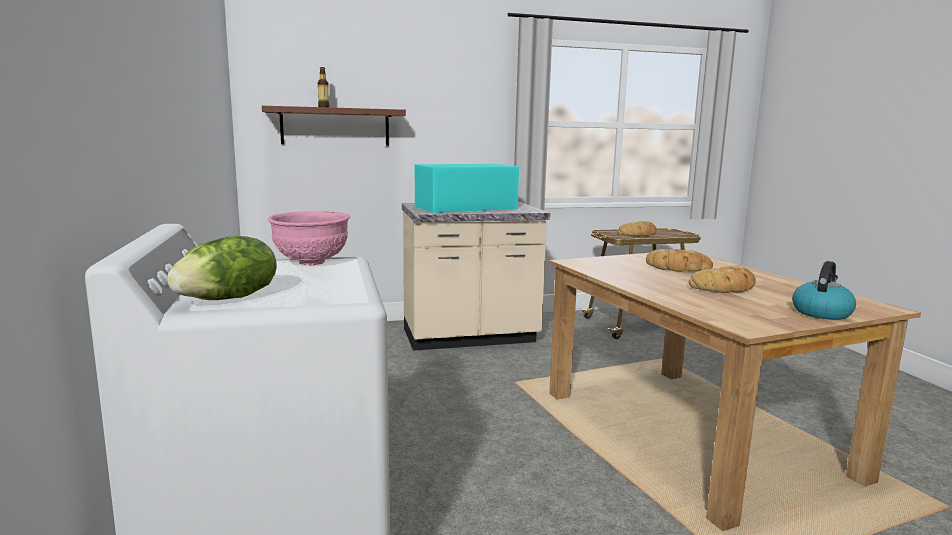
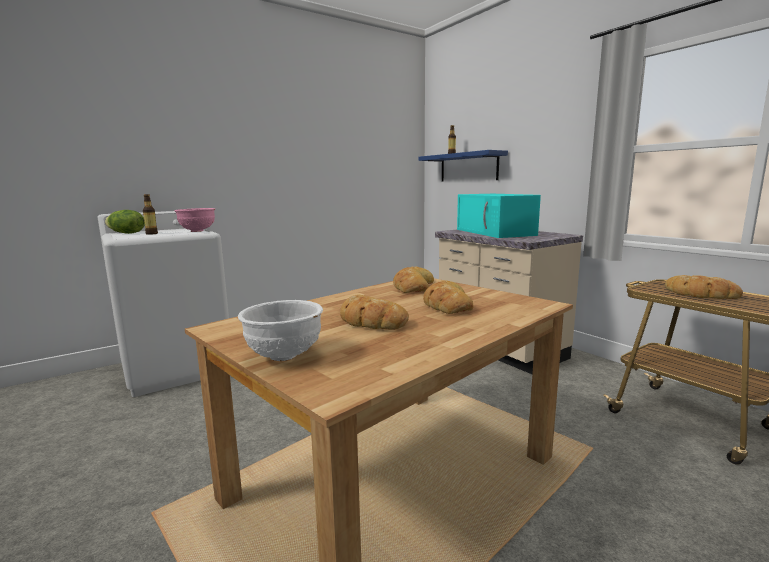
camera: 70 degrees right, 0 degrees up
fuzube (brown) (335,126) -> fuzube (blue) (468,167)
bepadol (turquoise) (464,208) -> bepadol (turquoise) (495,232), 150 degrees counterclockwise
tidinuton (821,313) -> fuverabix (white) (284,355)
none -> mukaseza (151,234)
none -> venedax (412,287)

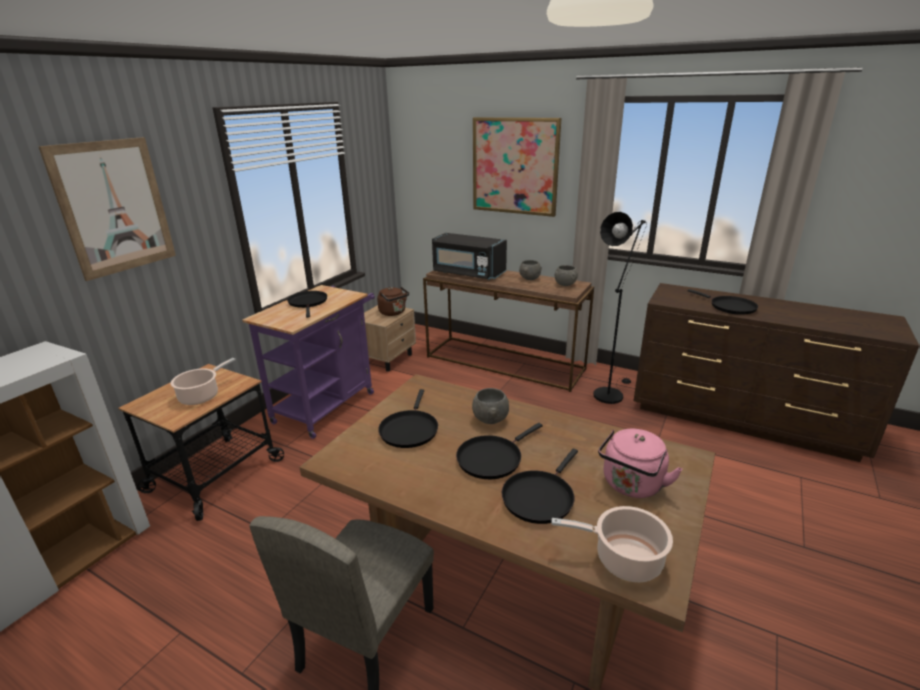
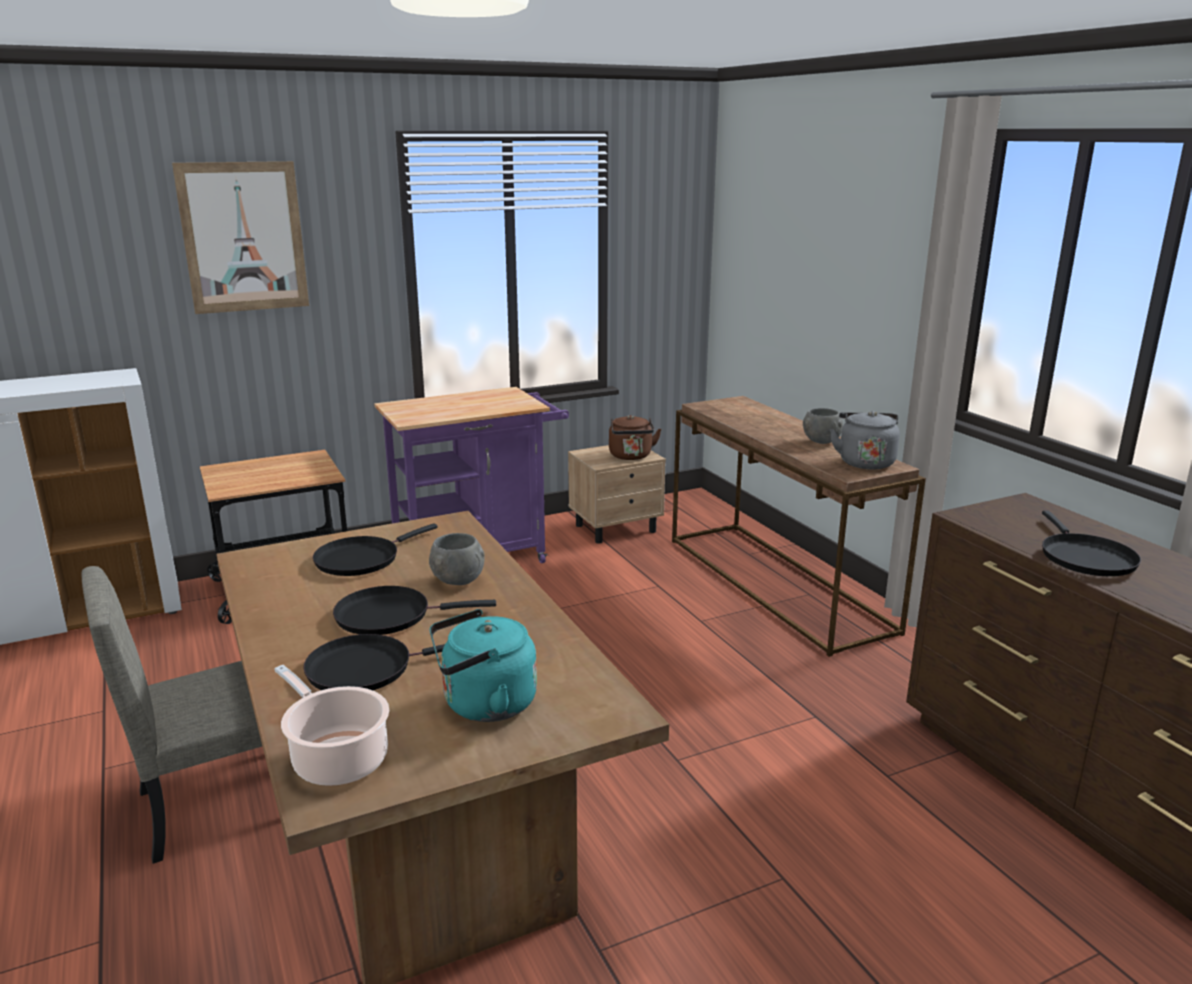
camera: 35 degrees right, 5 degrees down
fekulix (201,396) -> none
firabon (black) (308,303) -> none
bepadol (black) (468,273) -> none
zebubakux (515,166) -> none
fuverabix (grey) (565,285) -> tidinuton (grey) (865,462)
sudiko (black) (609,393) -> none
tidinuton (pink) (631,486) -> tidinuton (turquoise) (484,705)

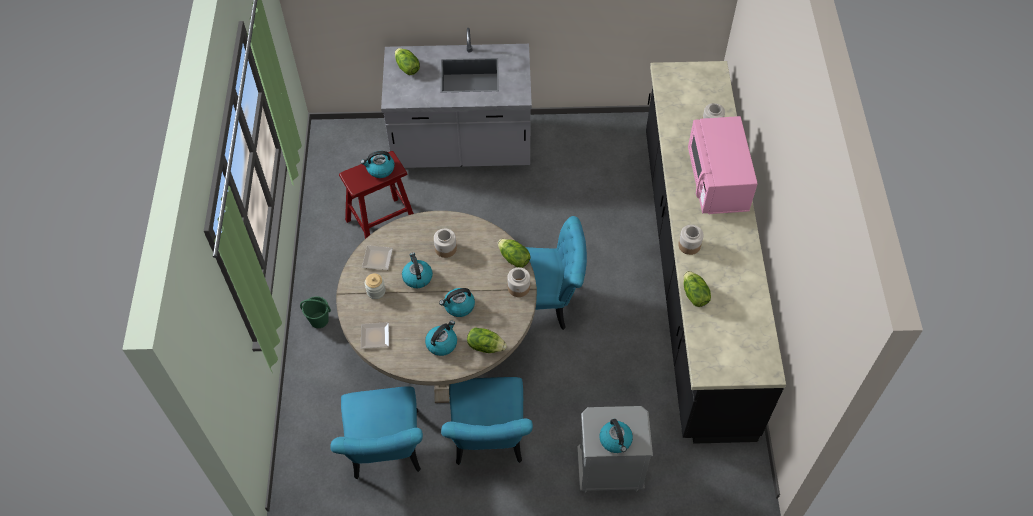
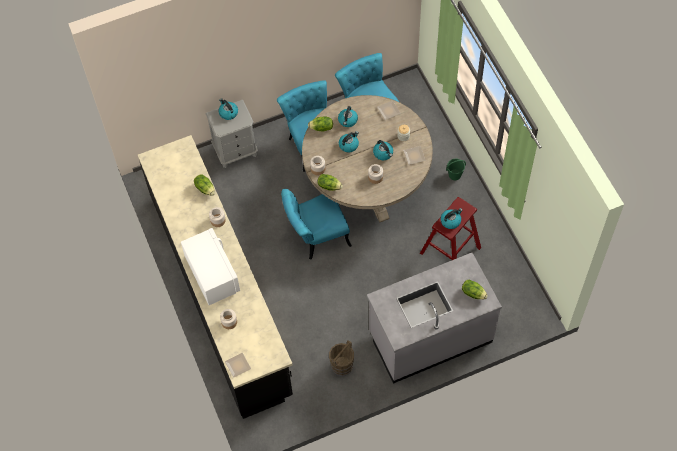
camera: 160 degrees right, 5 degrees up
bepadol (pink) (717,181) -> bepadol (white) (212,275)
none -> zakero (237,365)
none -> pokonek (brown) (341,366)

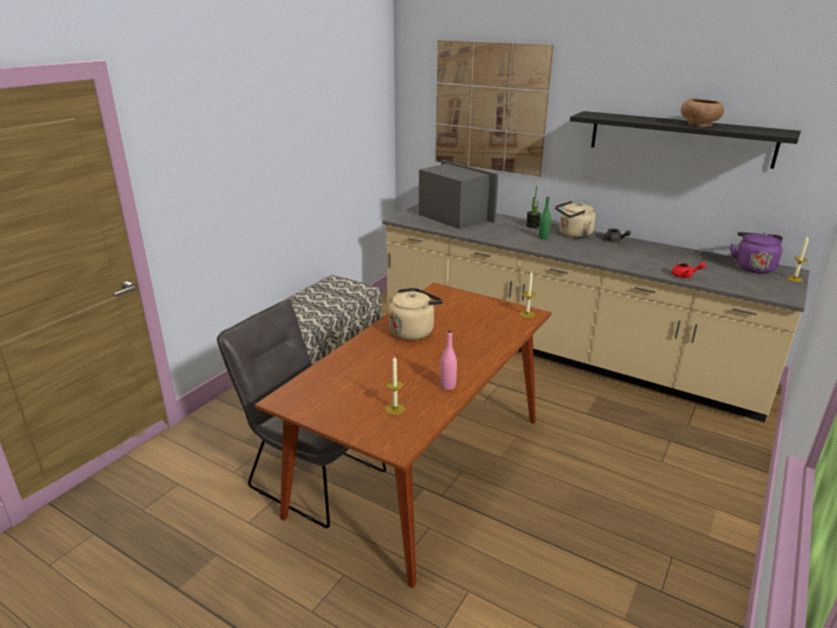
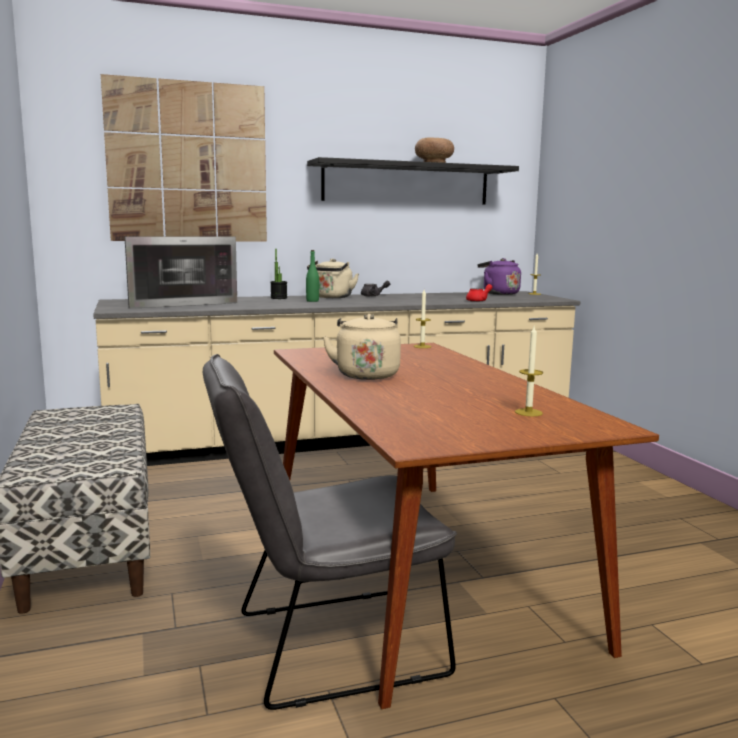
camera: 50 degrees left, 15 degrees down
bepadol (453,217) -> bepadol (177,302), 150 degrees clockwise
mukaseza (pink) (447,386) -> none

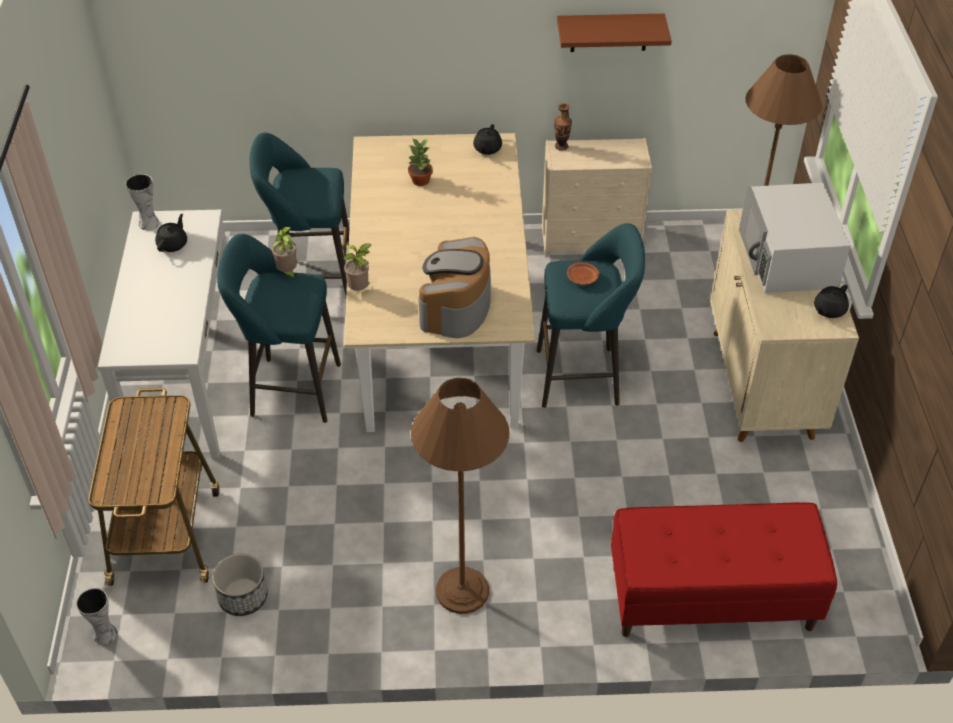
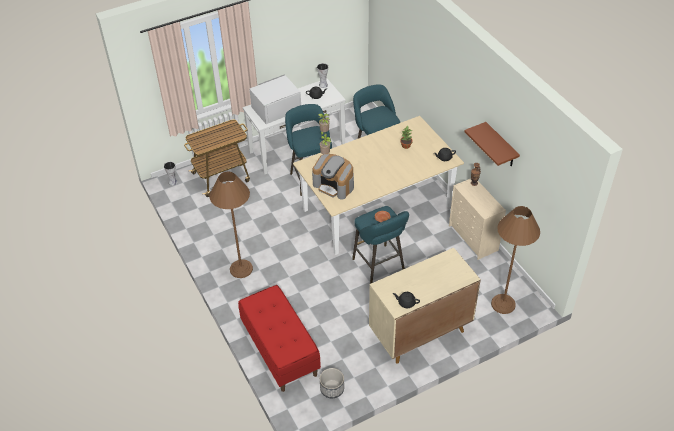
camera: 65 degrees right, 0 degrees up
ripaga (242,597) -> ripaga (332,389), shifted
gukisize (455,307) -> gukisize (334,185), 135 degrees counterclockwise
bepadol (white) (788,259) -> bepadol (white) (275,108), shifted

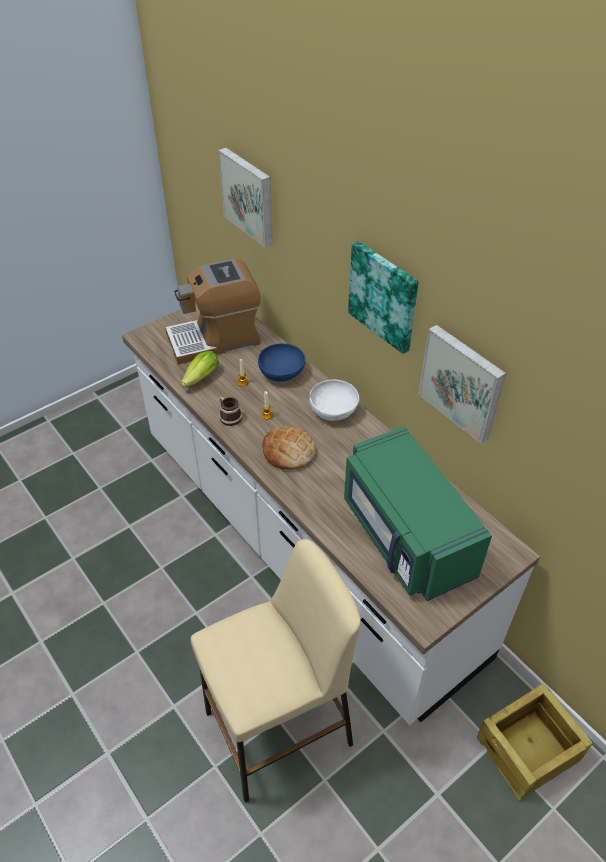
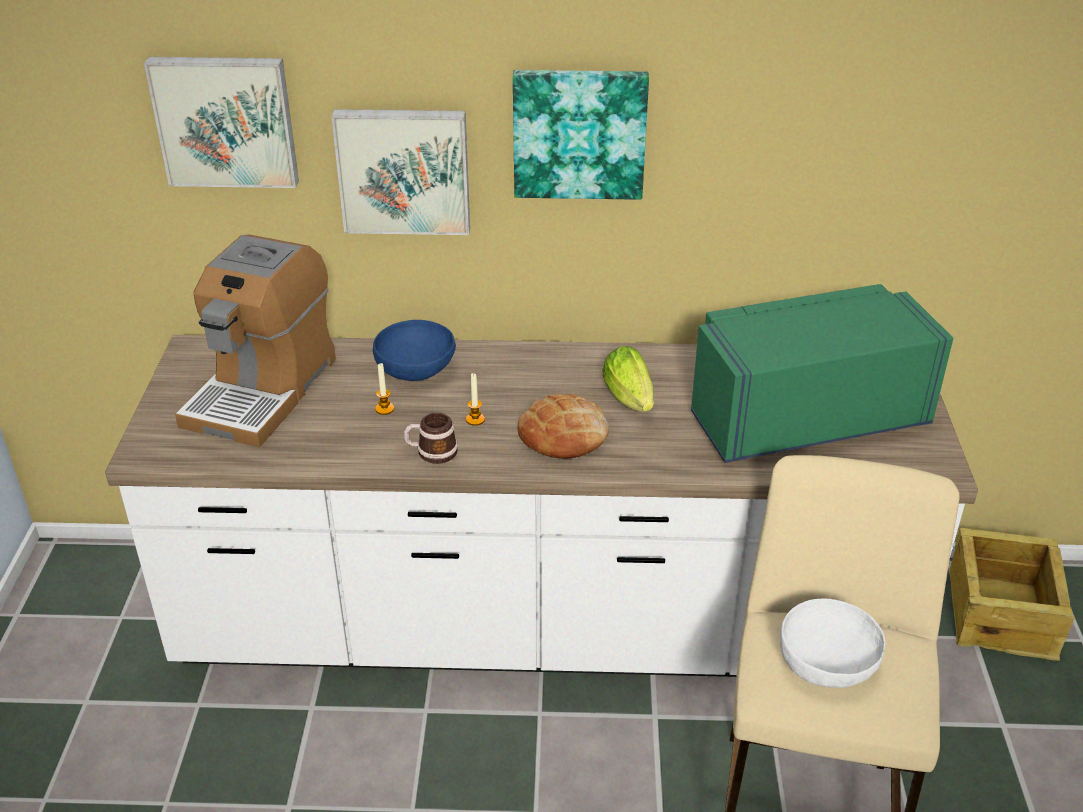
camera: 50 degrees left, 10 degrees down
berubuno (199,379) -> berubuno (630,399), shifted
fuverabix (white) (334,411) -> fuverabix (white) (827,664), shifted
bepadol (green) (405,536) -> bepadol (green) (804,418), 150 degrees clockwise
zebubakux (462,382) -> zebubakux (404,170), shifted

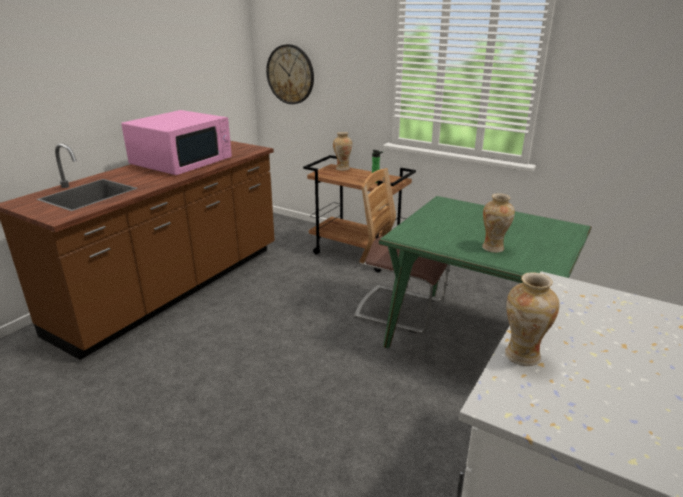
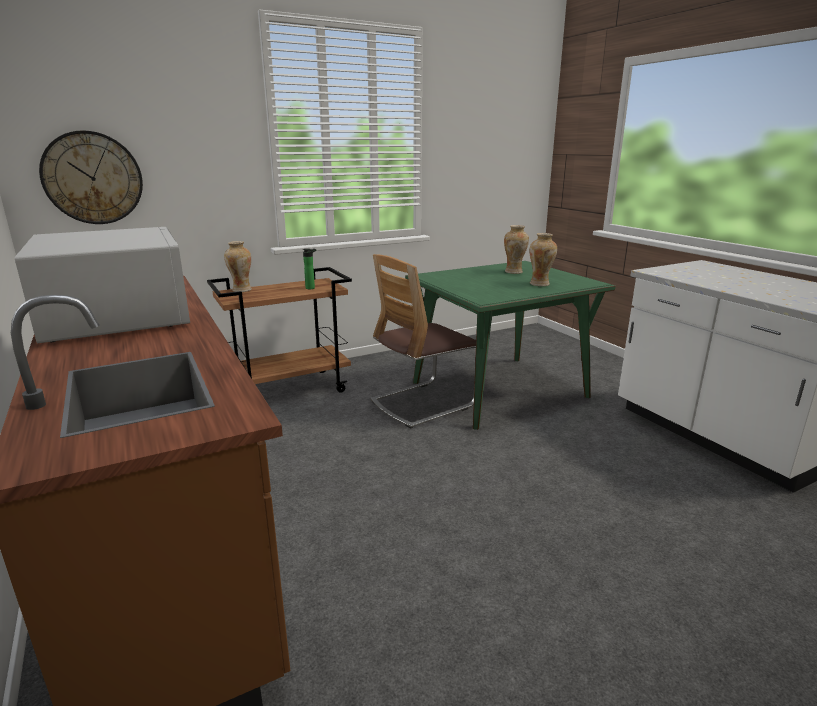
camera: 60 degrees left, 5 degrees down
bepadol (pink) (182,161) -> bepadol (white) (118,316)
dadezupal (522,356) -> dadezupal (514,272), shifted

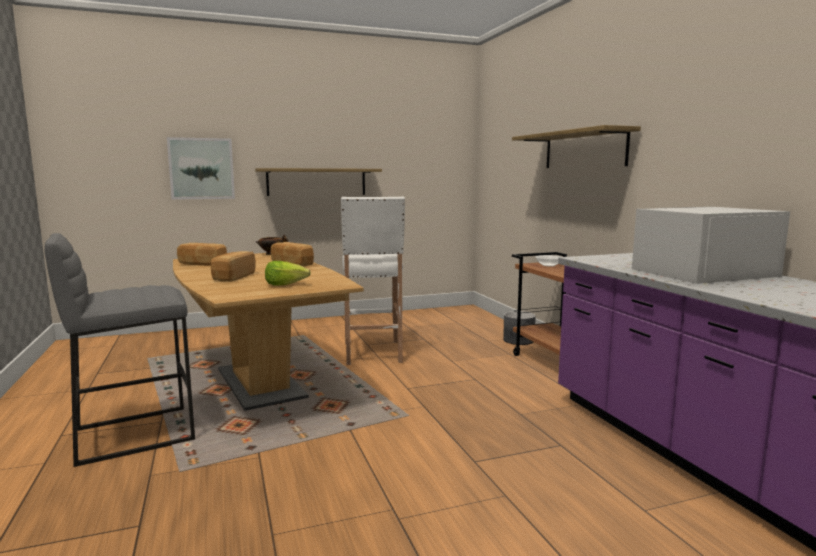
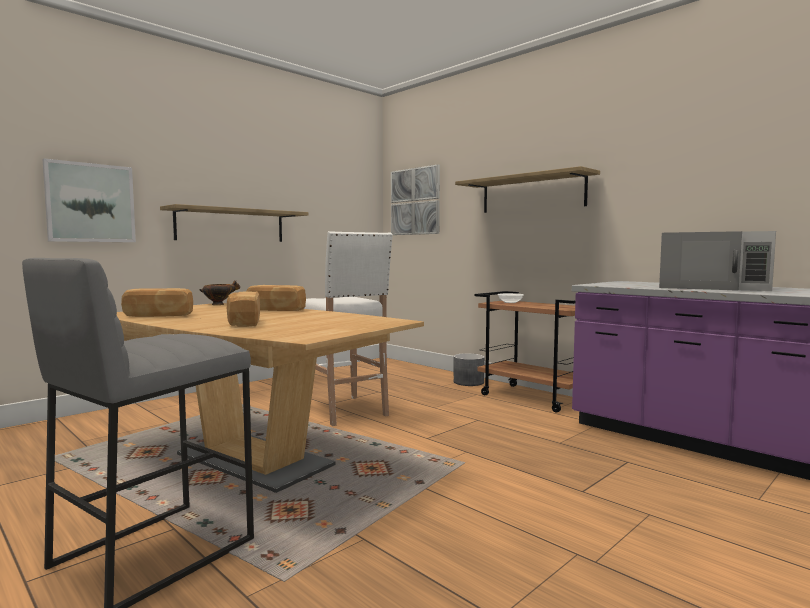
camera: 25 degrees left, 5 degrees down
berubuno (286,284) -> none
bepadol (white) (702,272) -> bepadol (white) (714,287), 105 degrees counterclockwise
none -> zebubakux (415,201)

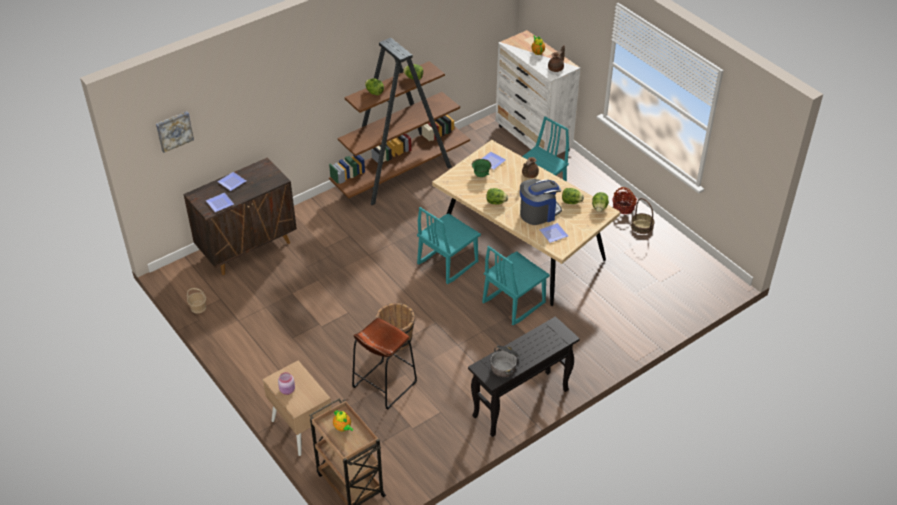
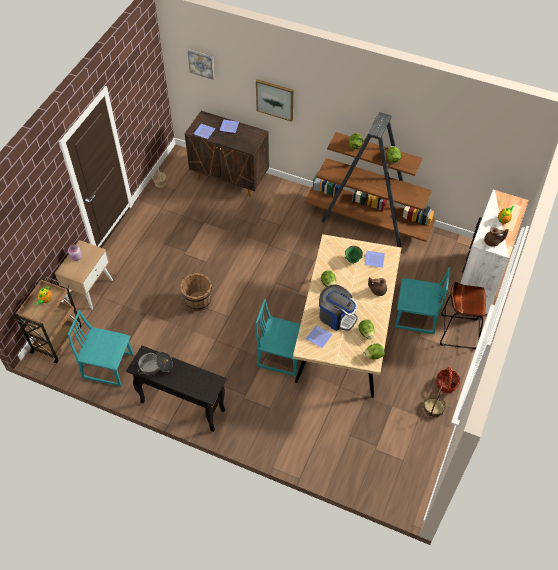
camera: 60 degrees right, 10 degrees up
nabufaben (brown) (384,384) -> nabufaben (brown) (458,331), shifted
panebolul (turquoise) (447,263) -> panebolul (turquoise) (108,365), shifted
none -> zebubakux (275,99)

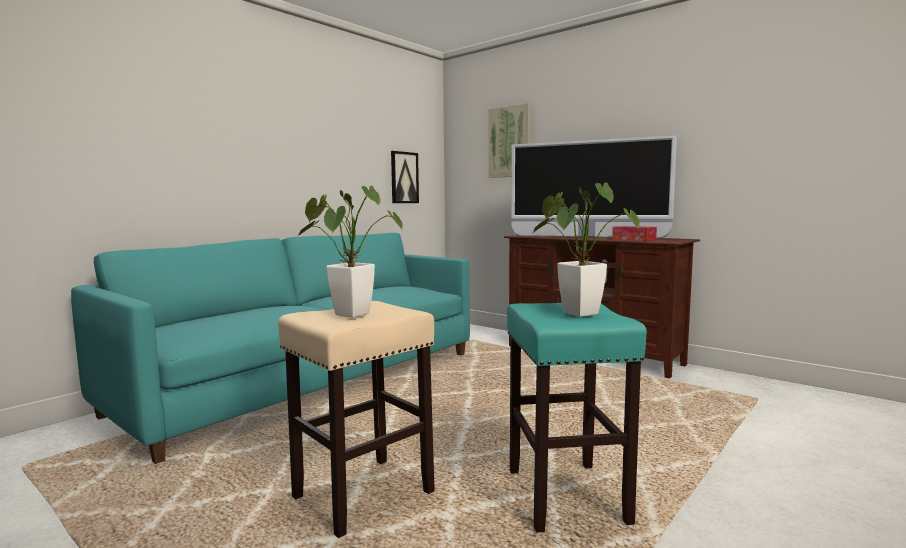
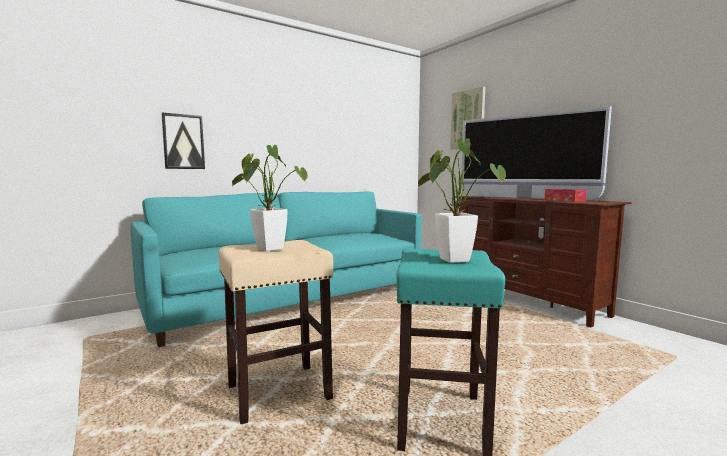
camera: 15 degrees right, 0 degrees up
zebubakux (404,177) -> zebubakux (183,142), shifted

